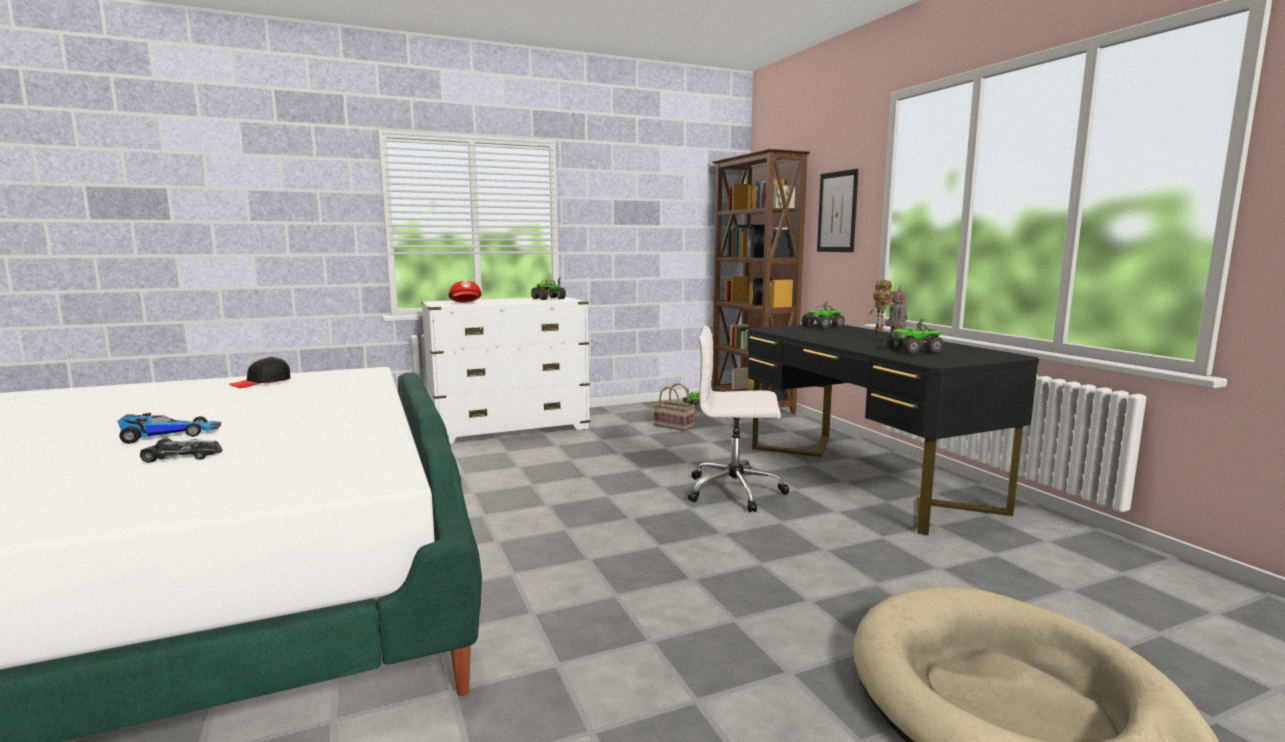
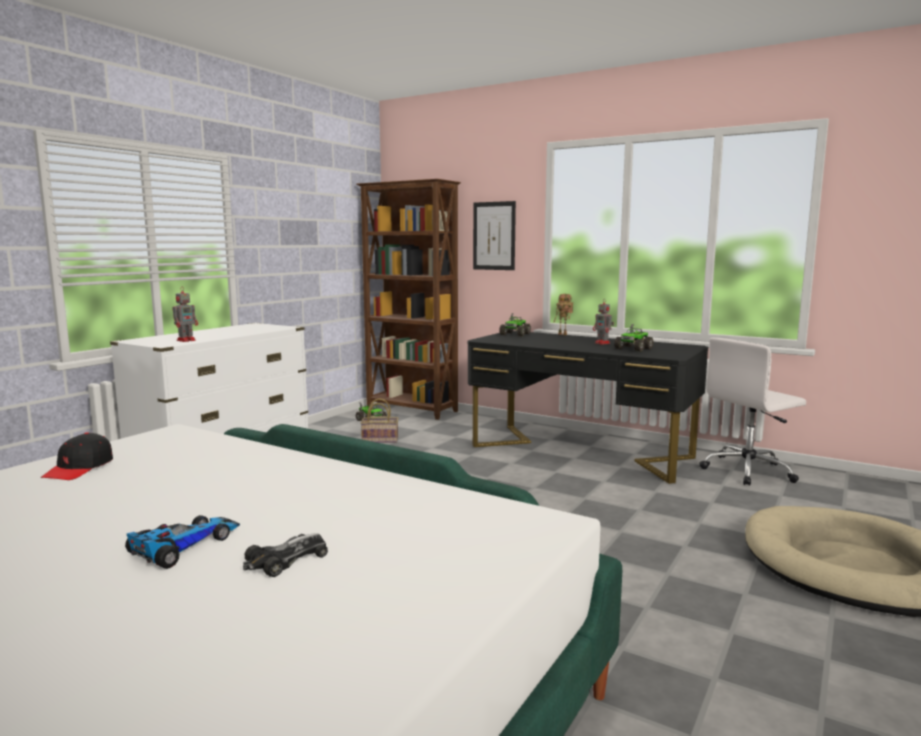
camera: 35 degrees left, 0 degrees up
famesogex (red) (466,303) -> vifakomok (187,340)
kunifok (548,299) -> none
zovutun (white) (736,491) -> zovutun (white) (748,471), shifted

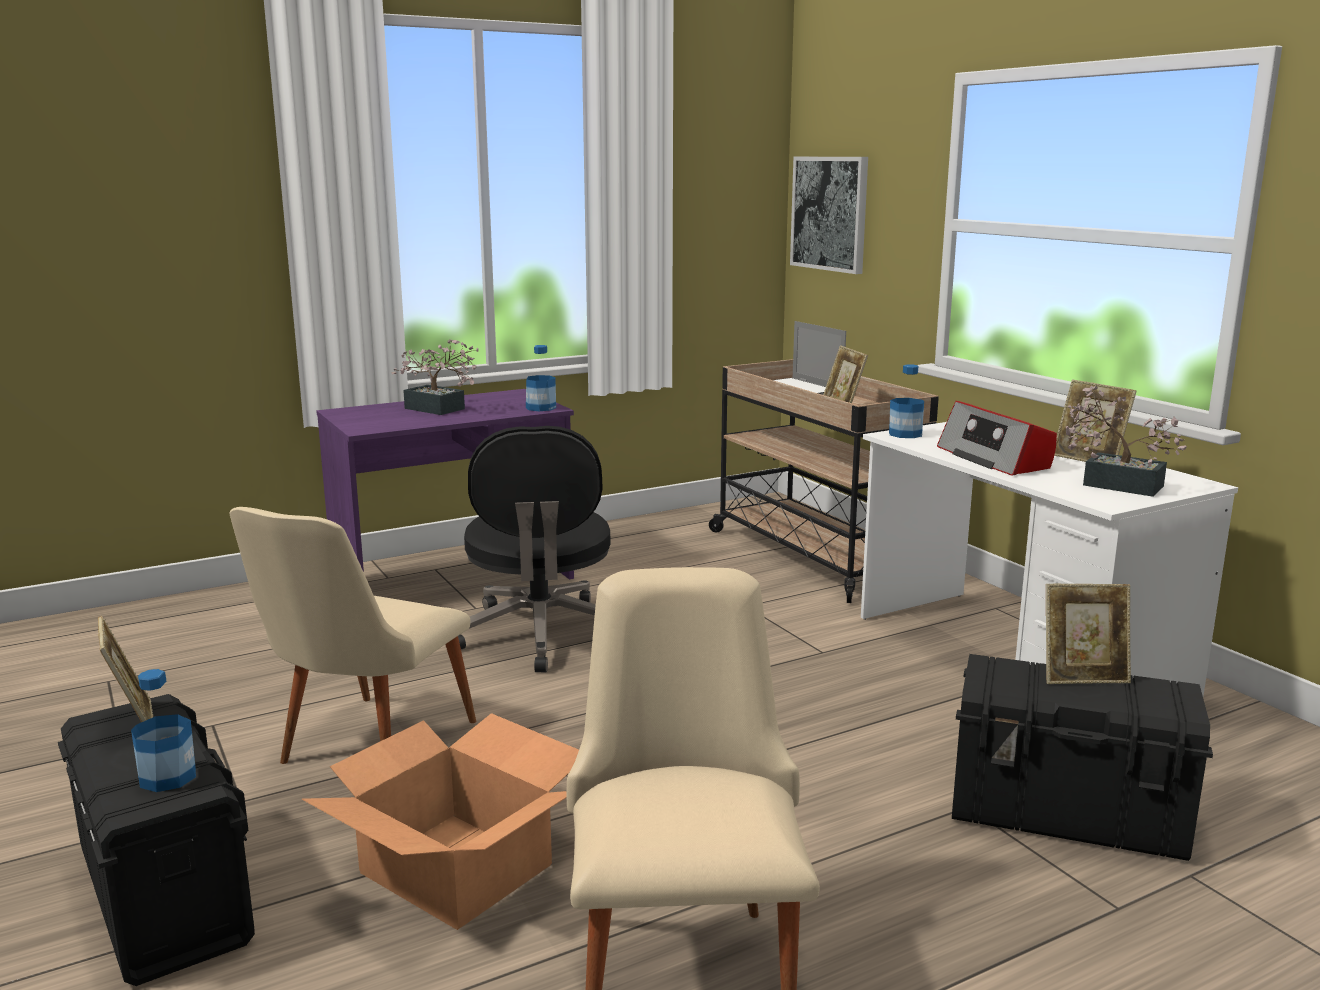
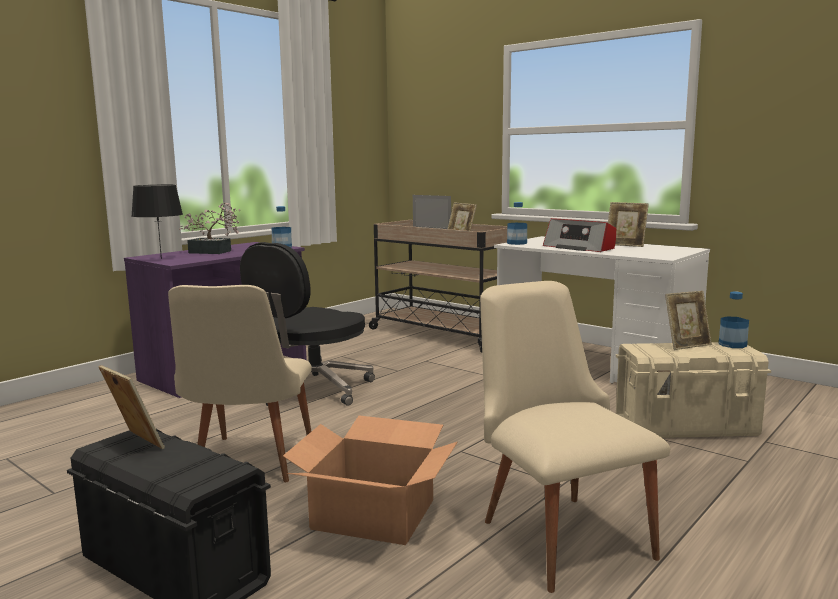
camera: 20 degrees left, 5 degrees down
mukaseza (168,777) -> mukaseza (732,344), shifted
zovutun (black) (540,635) -> zovutun (black) (312,390), 60 degrees clockwise
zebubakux (830,213) -> none
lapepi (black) (1067,816) -> lapepi (beige) (686,427)
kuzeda (1113,484) -> none
none -> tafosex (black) (162,258)

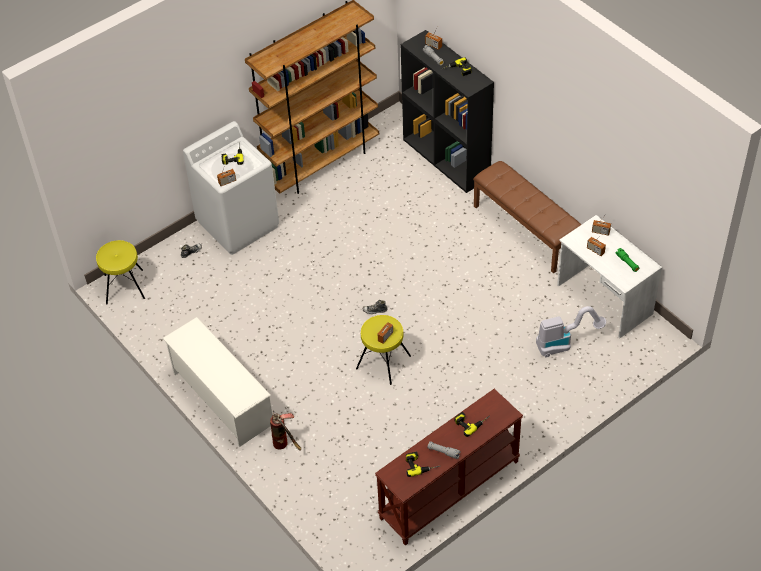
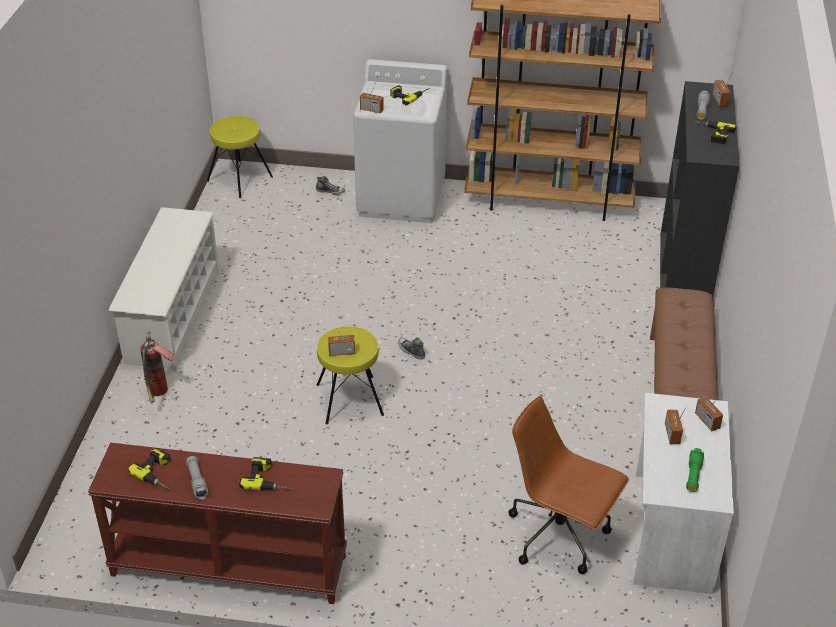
camera: 45 degrees right, 10 degrees down
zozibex (564,343) -> zovutun (brown) (559,535)

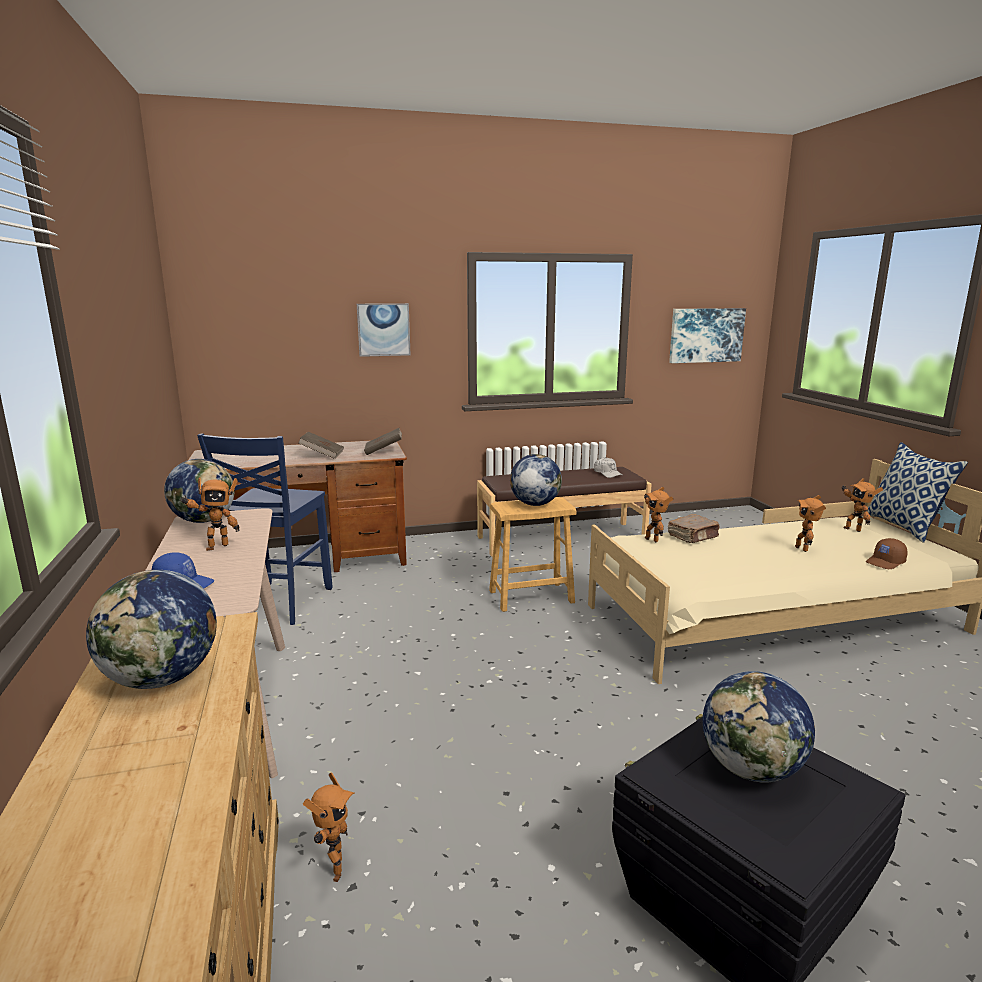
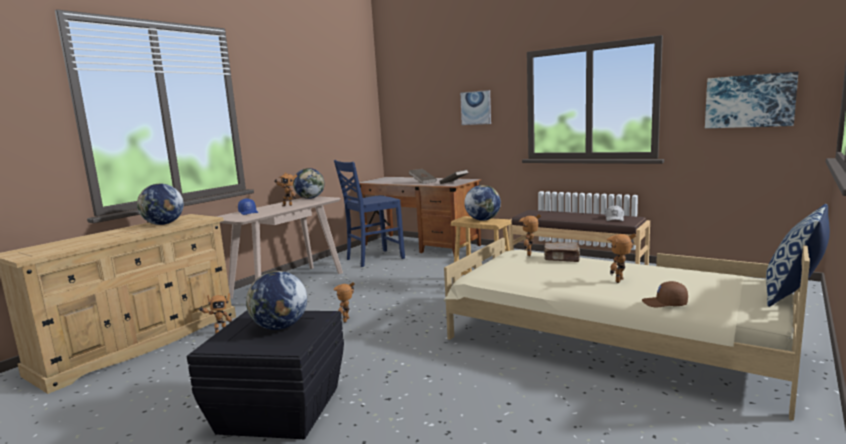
camera: 50 degrees right, 5 degrees down
vifakomok (853,529) -> vifakomok (348,320), shifted

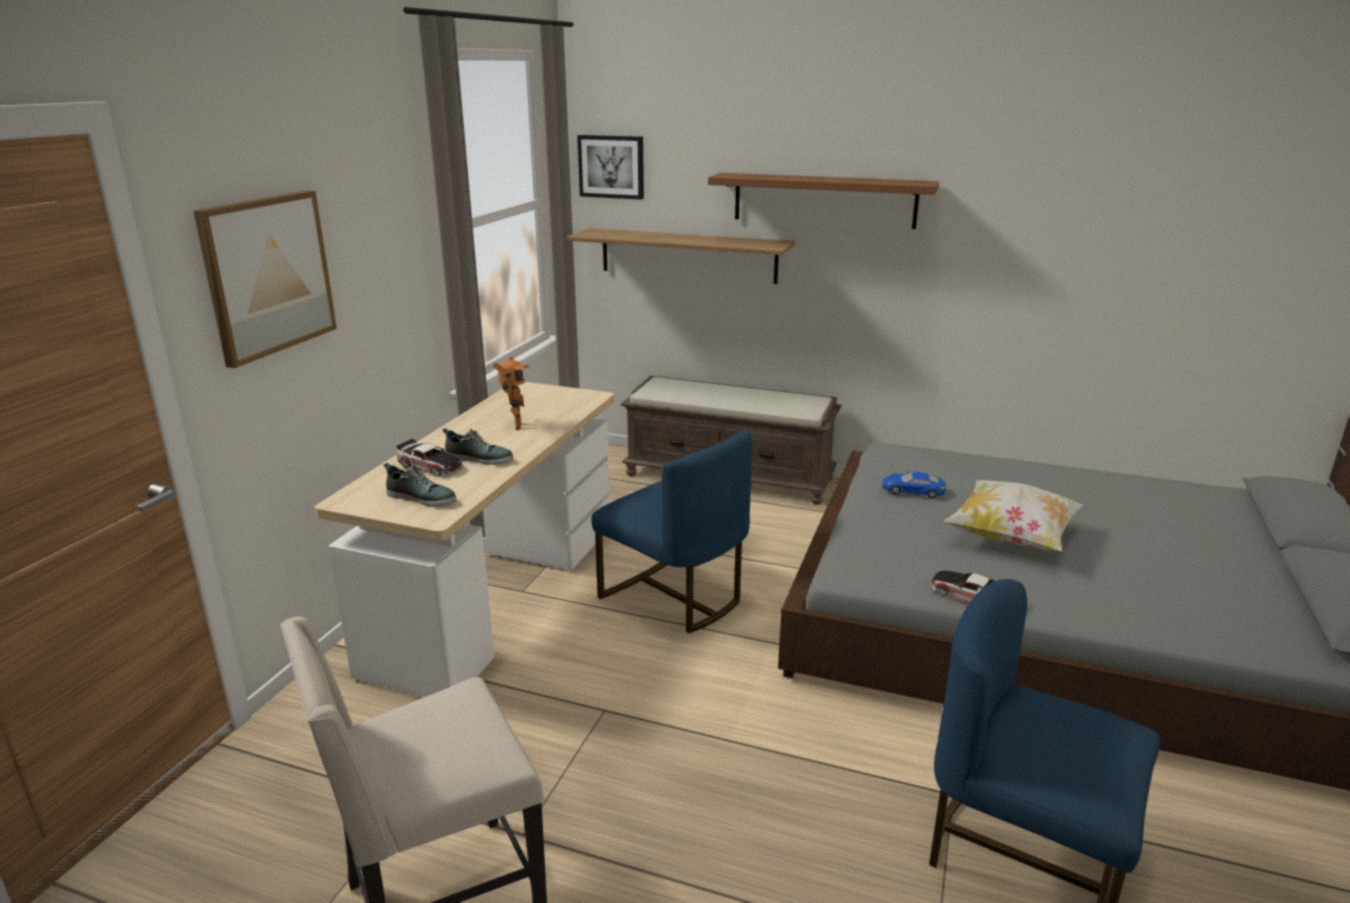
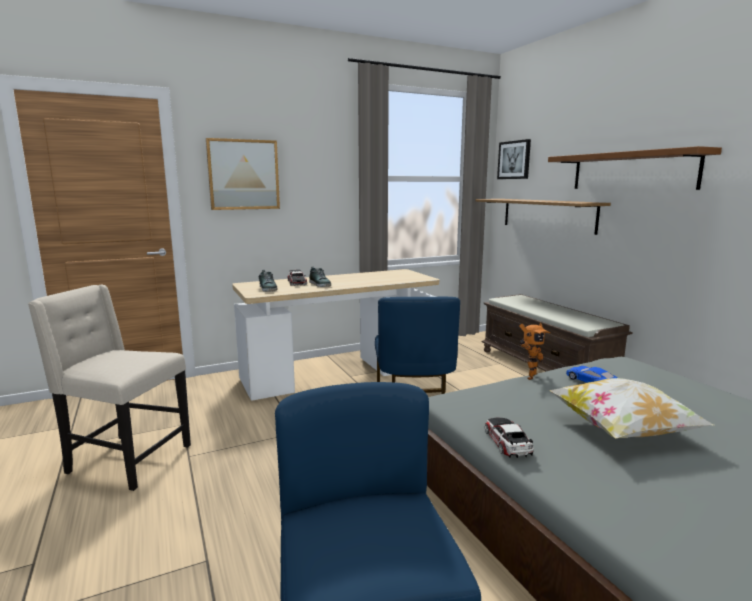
camera: 45 degrees right, 10 degrees down
vifakomok (514,426) -> vifakomok (529,376), shifted

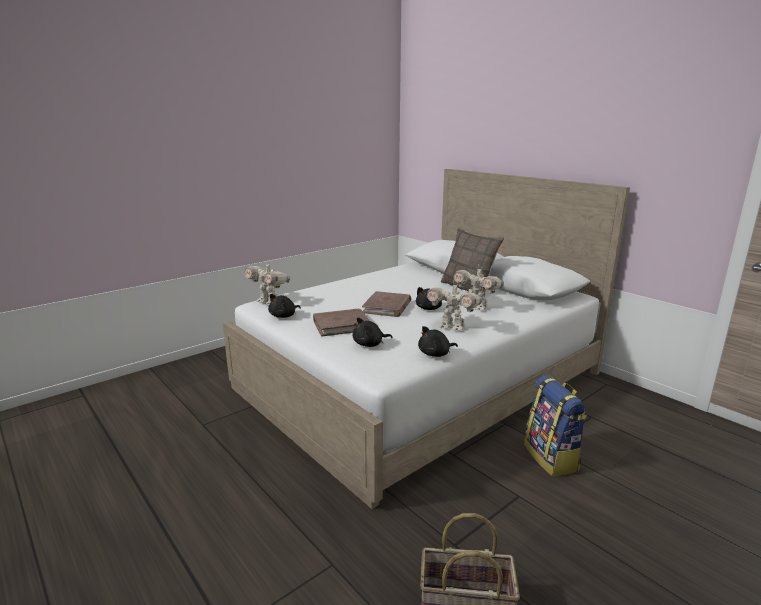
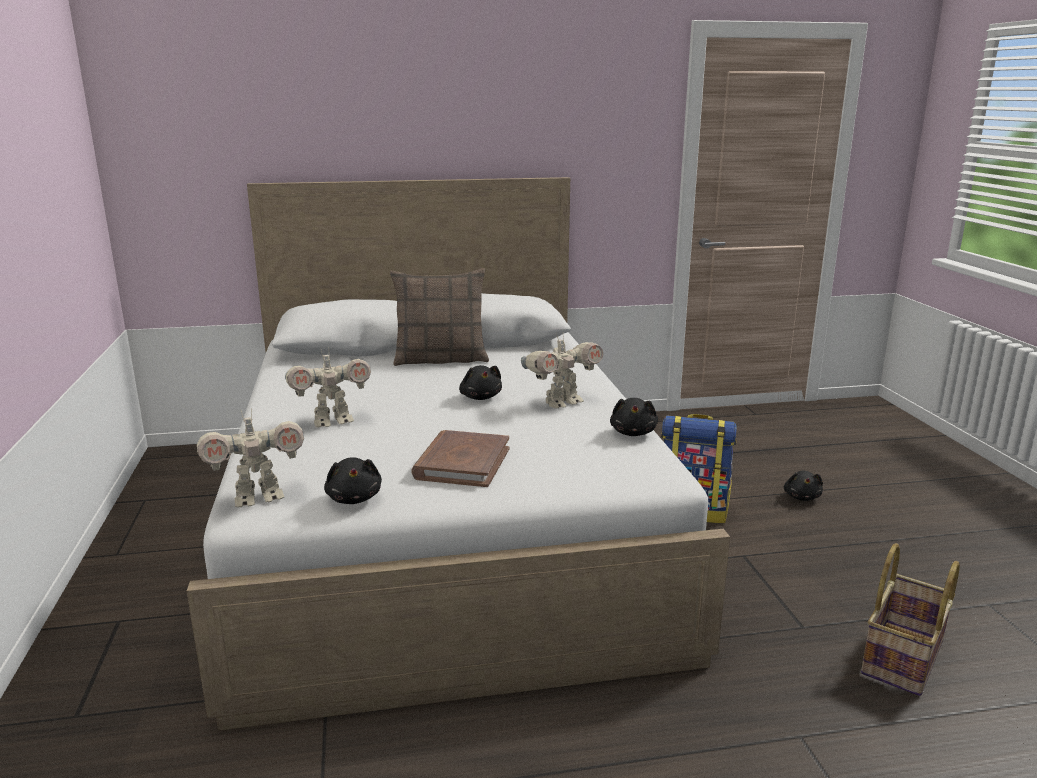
camera: 60 degrees left, 0 degrees up
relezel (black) (370,344) -> relezel (black) (802,497), shifted
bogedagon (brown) (387,307) -> none
vifakomok (476,307) -> vifakomok (332,422), shifted

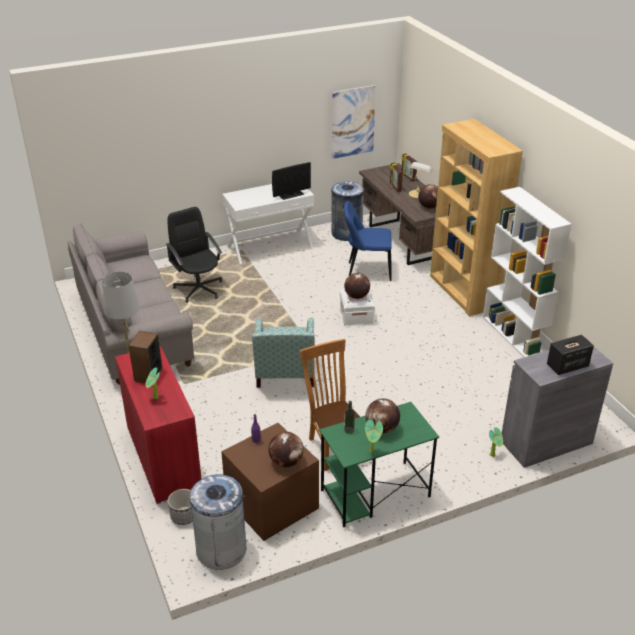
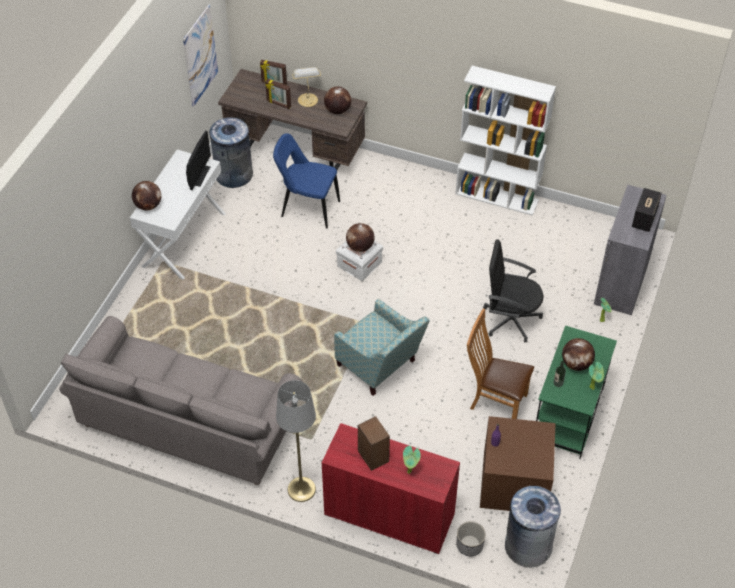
camera: 45 degrees left, 15 degrees up
zovutun (black) (198,288) -> zovutun (black) (510,319), shifted
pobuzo (286,462) -> pobuzo (148,205), shifted
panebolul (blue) (366,271) -> panebolul (blue) (307,208), 60 degrees clockwise
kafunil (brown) (463,292) -> none

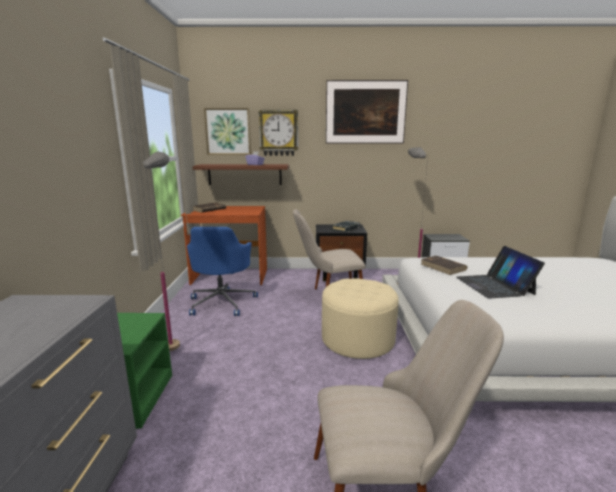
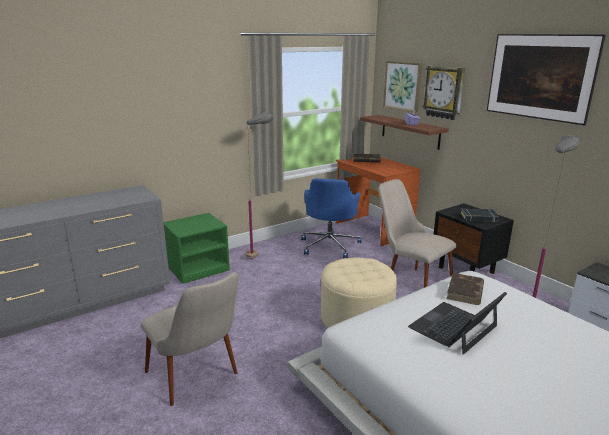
camera: 55 degrees right, 5 degrees up
zovutun (blue) (222,302) -> zovutun (blue) (330,245), 45 degrees counterclockwise

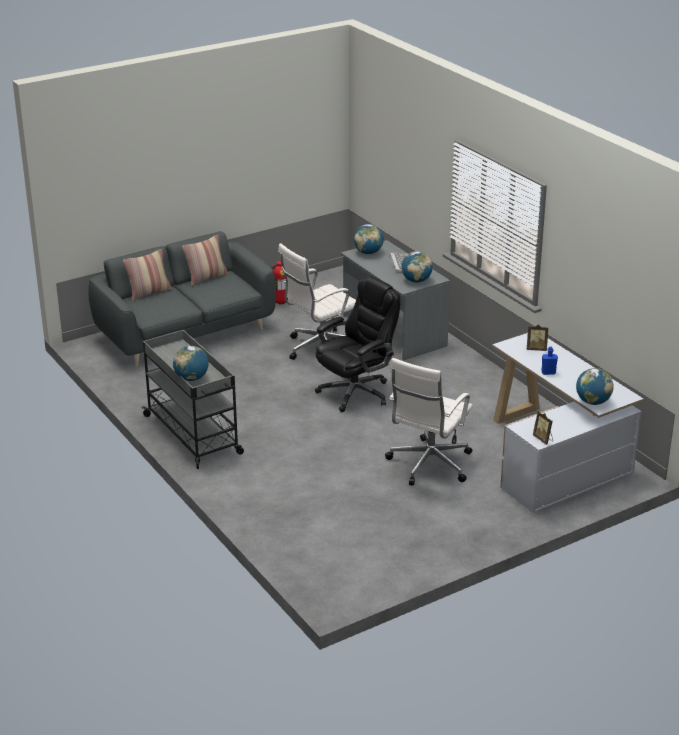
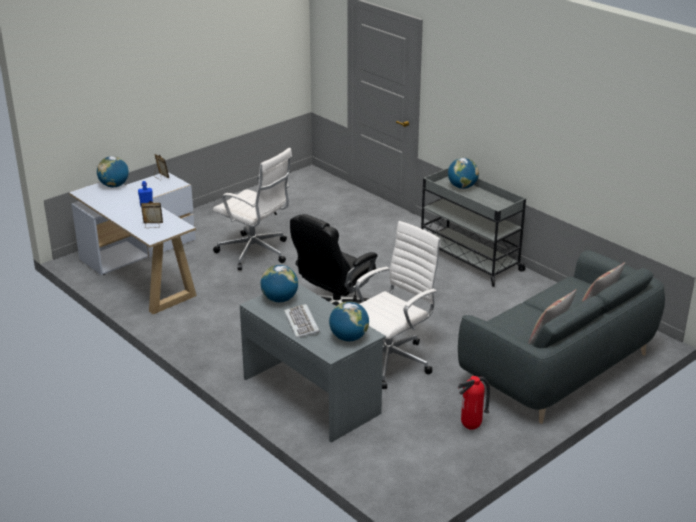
camera: 170 degrees right, 0 degrees up
zovutun (white) (428,465) -> zovutun (white) (255,253), 105 degrees clockwise

